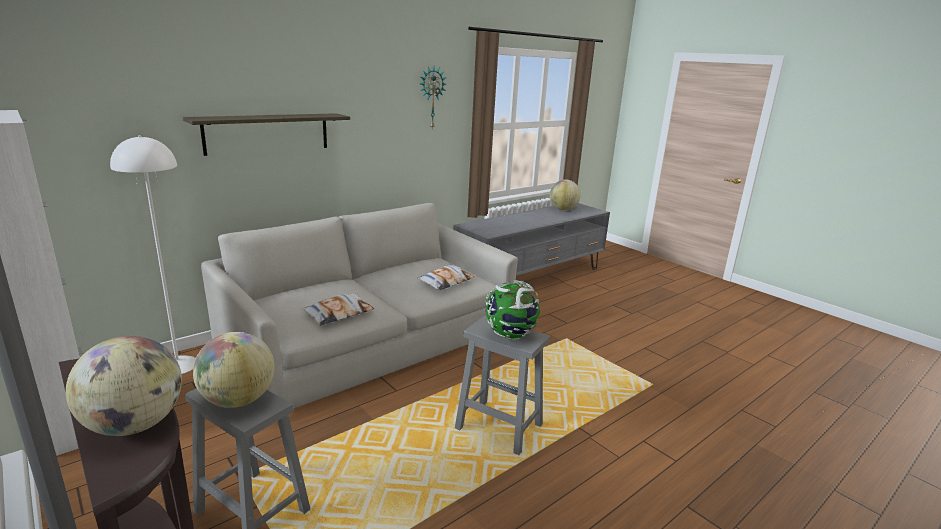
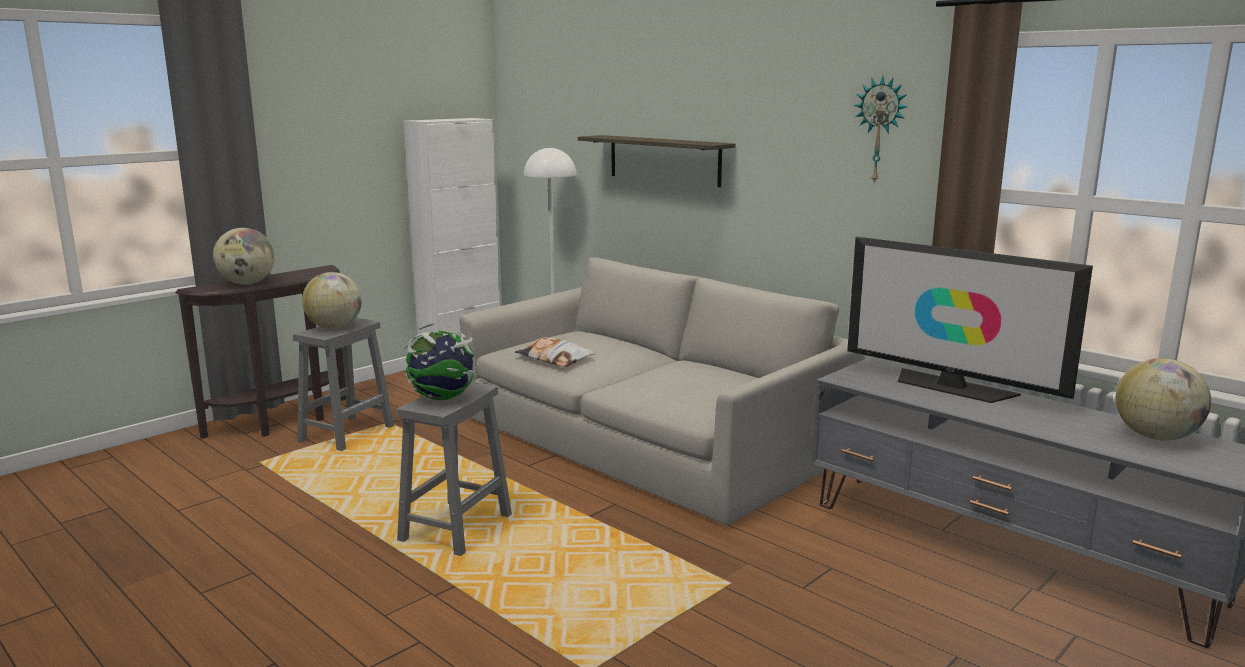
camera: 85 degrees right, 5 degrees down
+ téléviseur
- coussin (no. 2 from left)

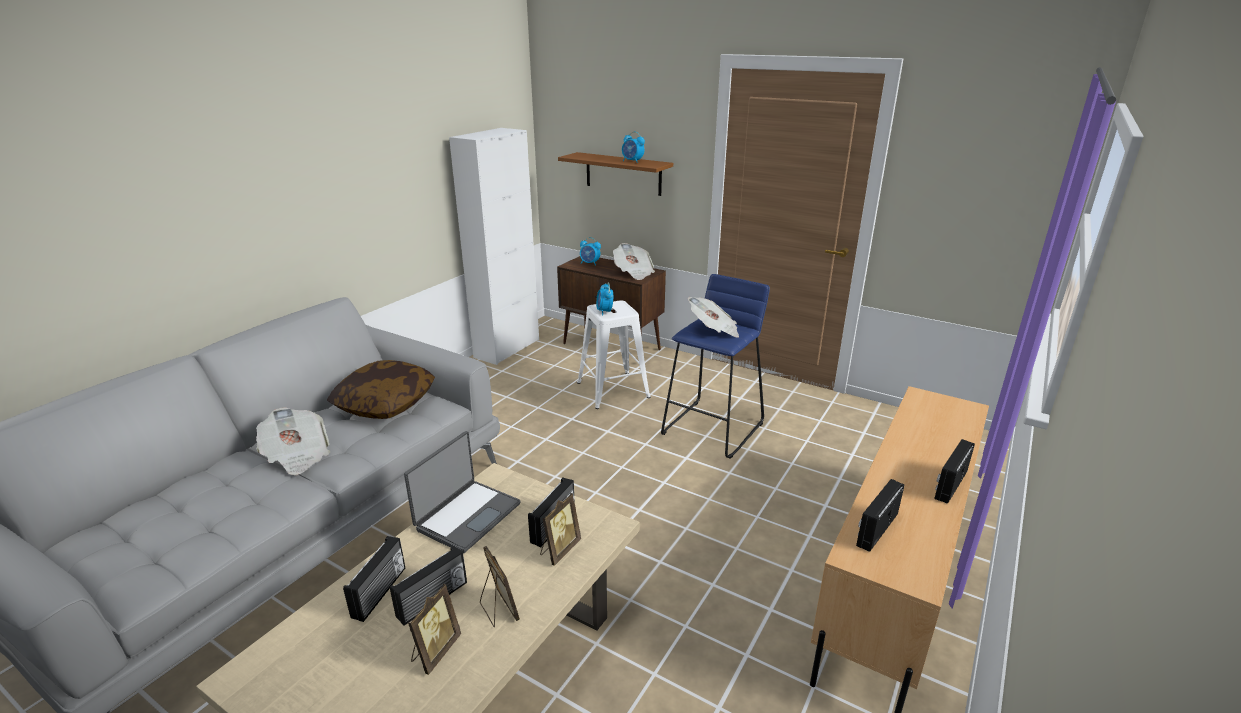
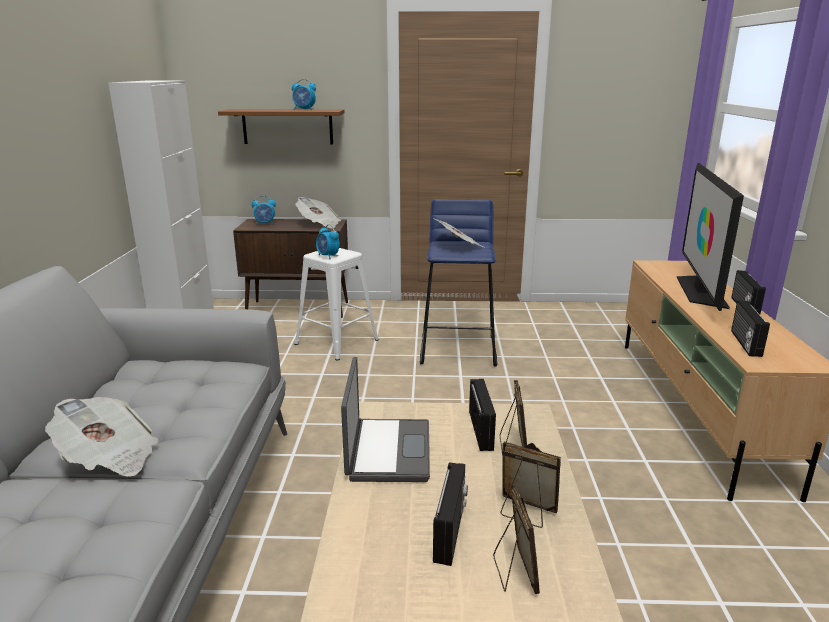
camera: 30 degrees left, 5 degrees down
+ téléviseur
- coussin
- radio (no. 1 from left)

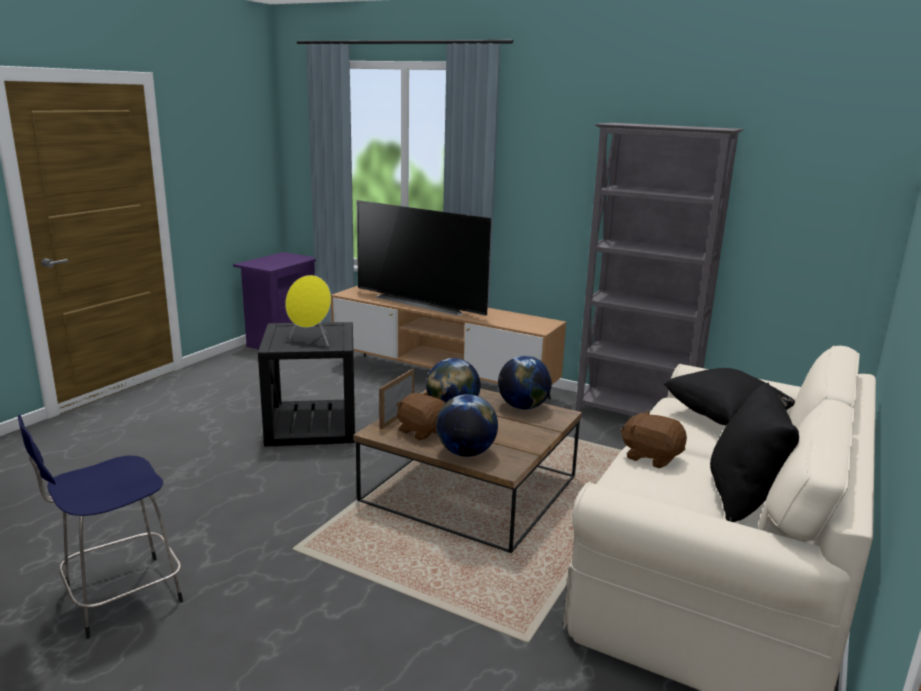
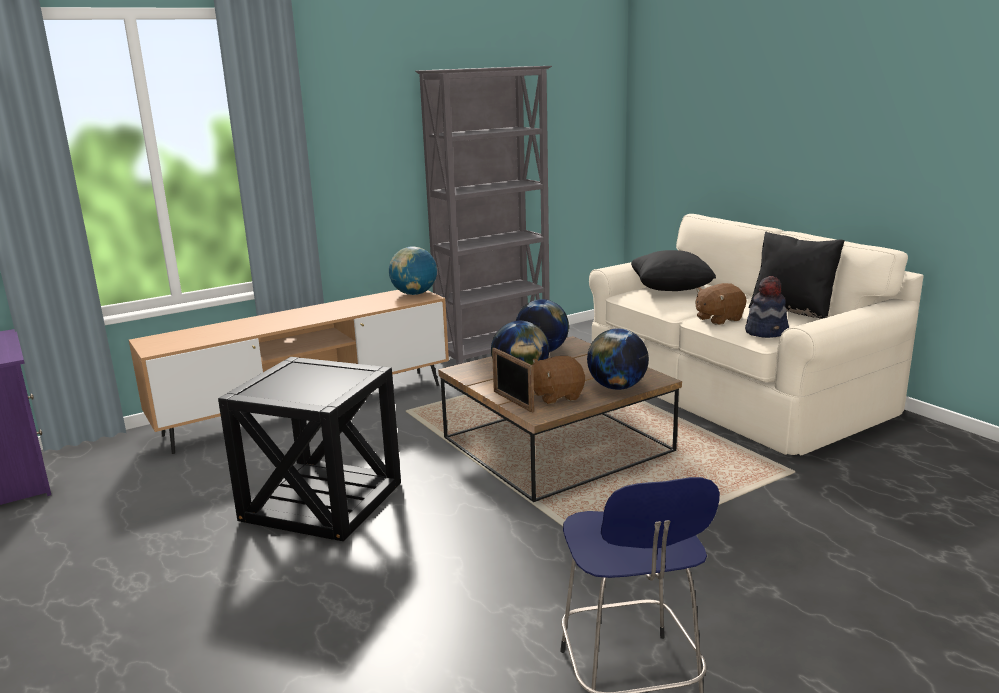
camera: 60 degrees left, 0 degrees up
+ globe (no. 1 from left)
+ chapeau
- enceinte [jaune]
- téléviseur

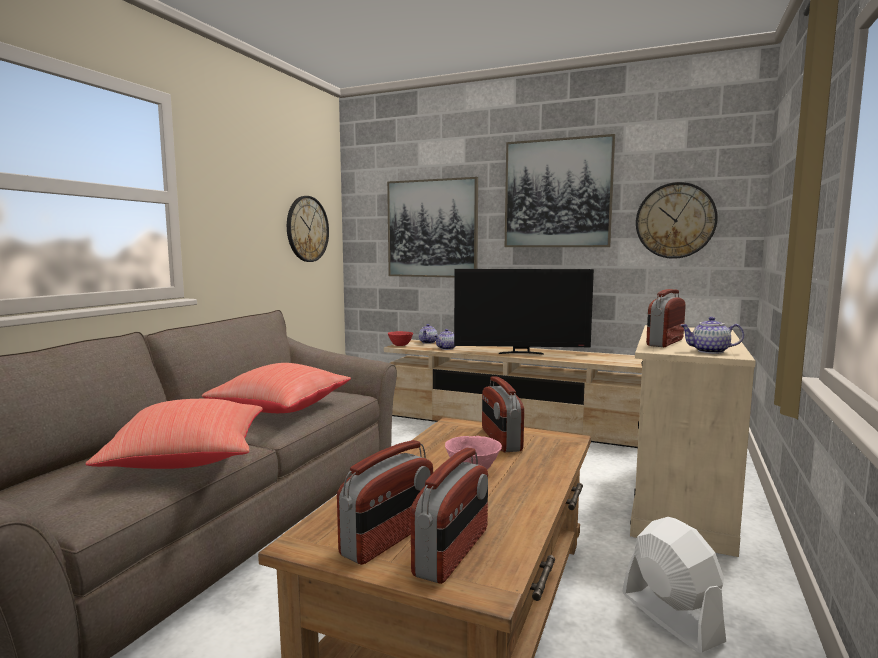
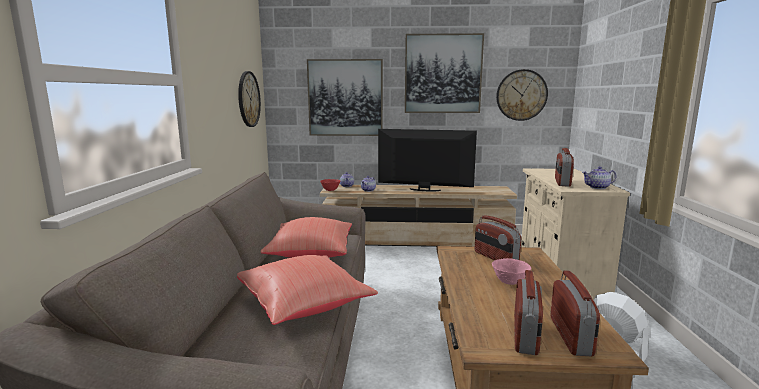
camera: 20 degrees left, 5 degrees up
~ téléviseur 150 degrees counterclockwise

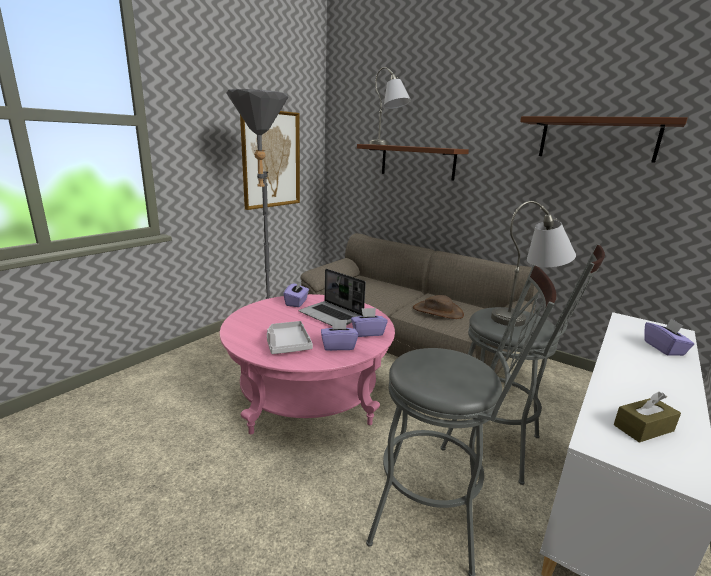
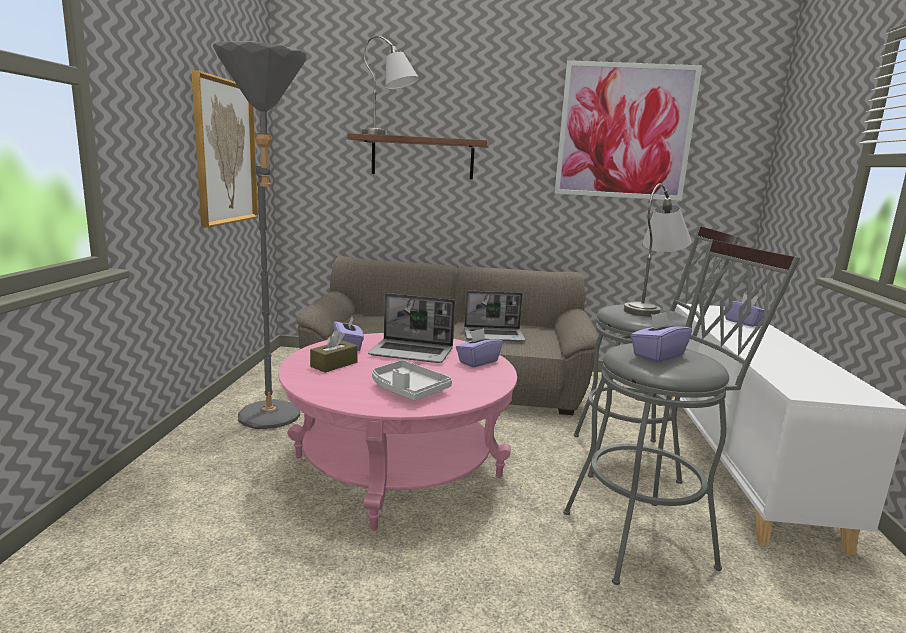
camera: 30 degrees left, 5 degrees down
~ boîte à mouchoirs [marron]
~ chapeau [marron] to ordinateur portable (no. 2 from left)
~ étagère [marron] (no. 2 from left) to tableau (no. 2 from left)
~ boîte à mouchoirs [violet] (no. 2 from left in the first image) to boîte à mouchoirs [violet] (no. 3 from left)

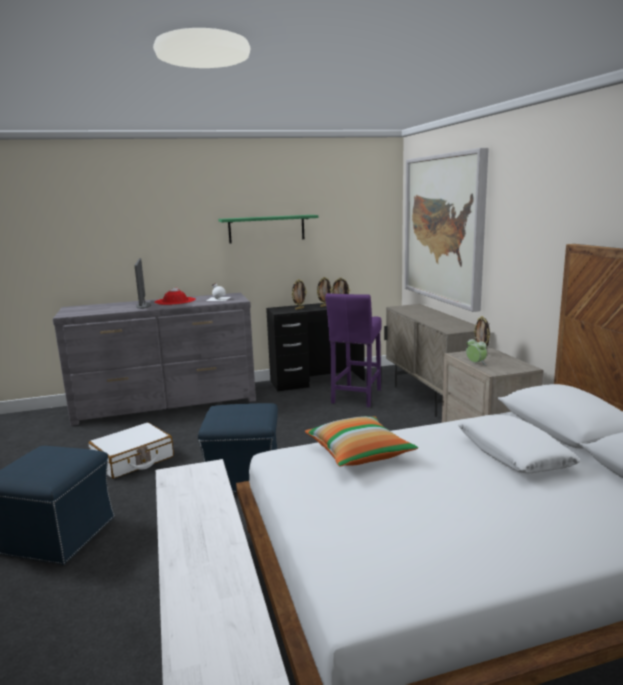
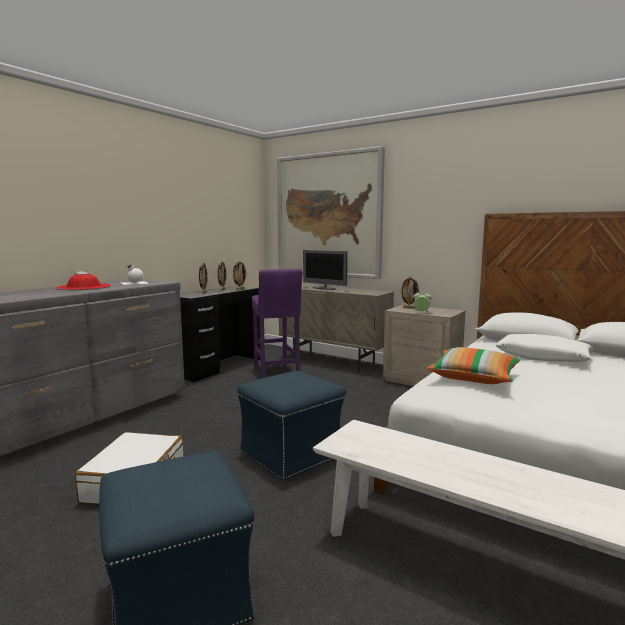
camera: 40 degrees left, 5 degrees down
~ écran d'ordinateur
- étagère [vert]

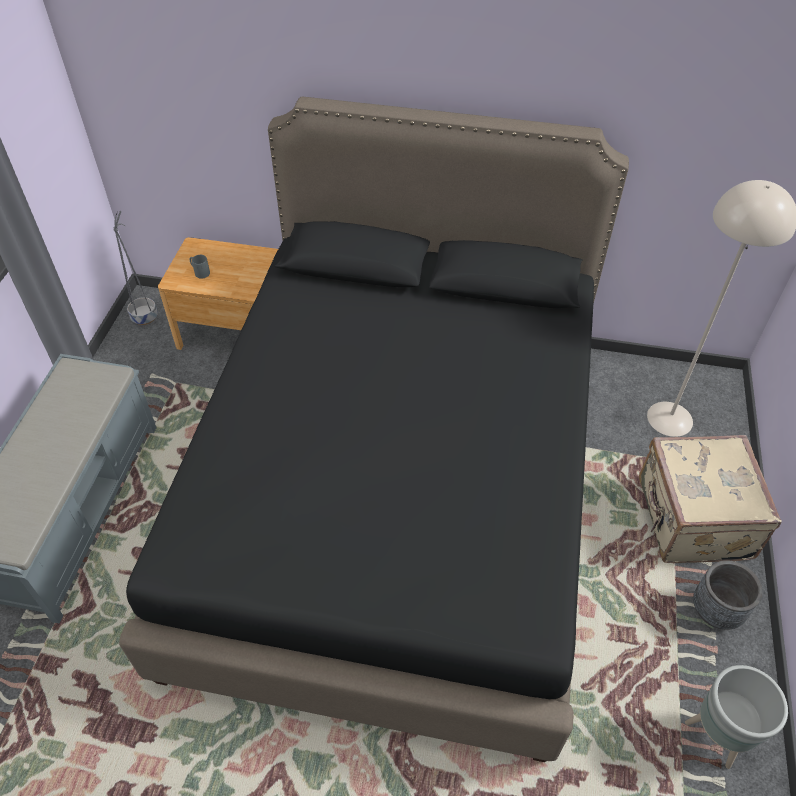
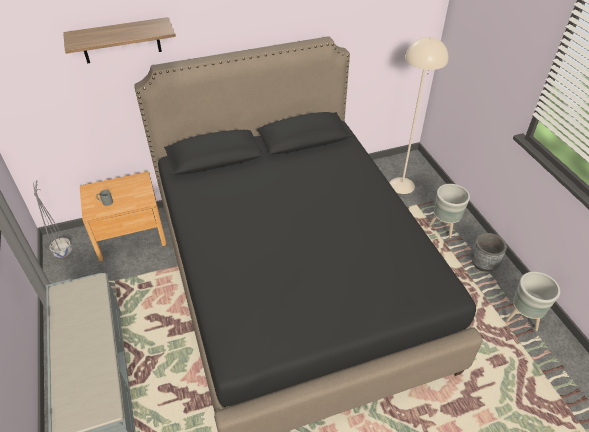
camera: 30 degrees left, 5 degrees down
+ étagère
~ valise [beige] to cache-pot [gris] (no. 2 from left)

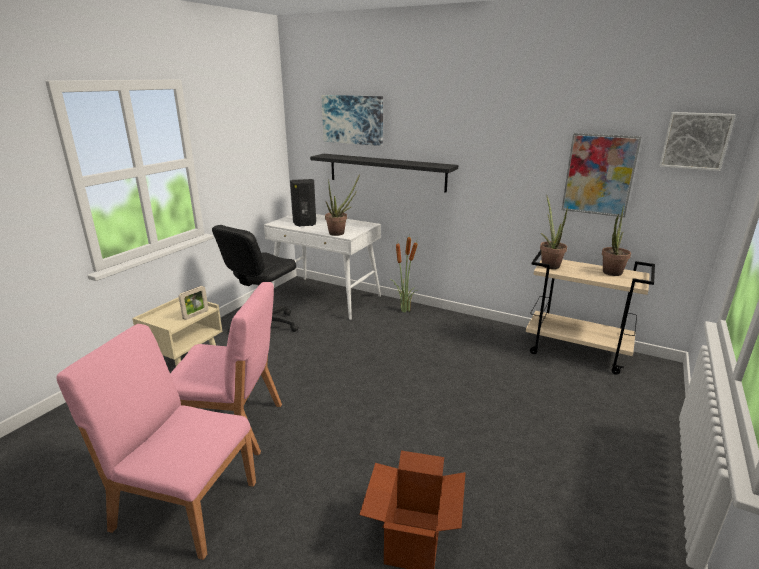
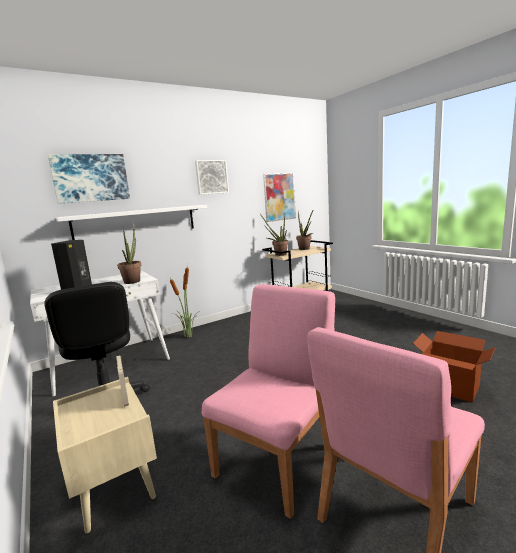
camera: 60 degrees left, 10 degrees down
~ étagère [noir] to étagère [blanc]
~ tableau (no. 3 from left in the first image) to tableau (no. 2 from left)

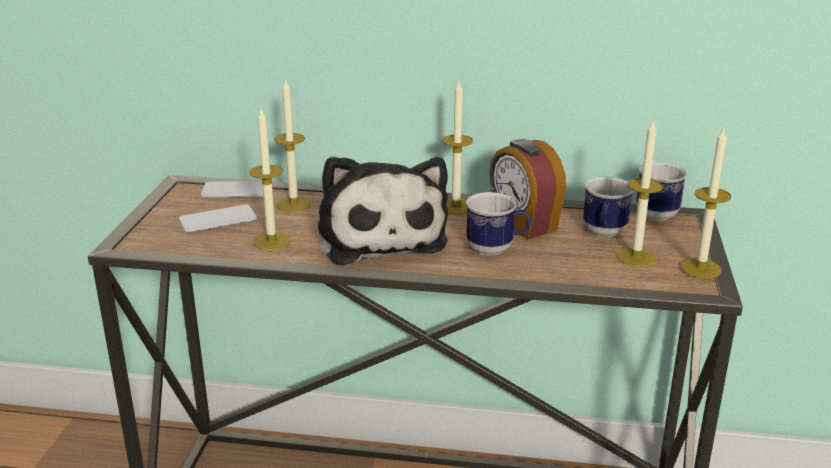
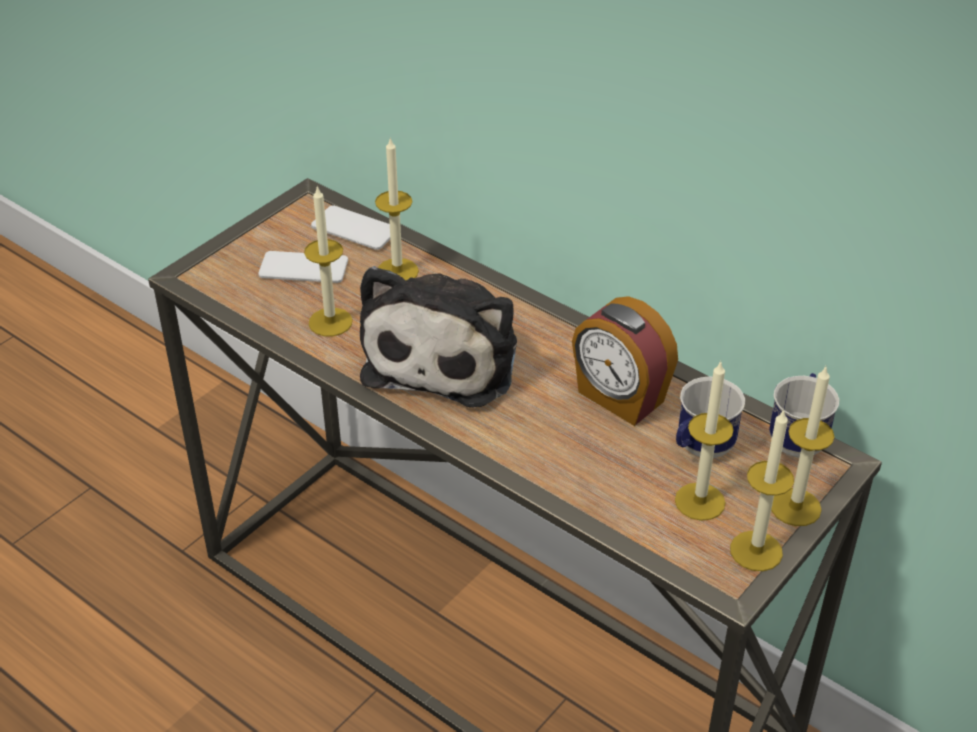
camera: 30 degrees right, 15 degrees up
~ réveil 45 degrees counterclockwise
~ bougie (no. 3 from left in the first image) to bougie (no. 5 from left)
- mug (no. 1 from left)

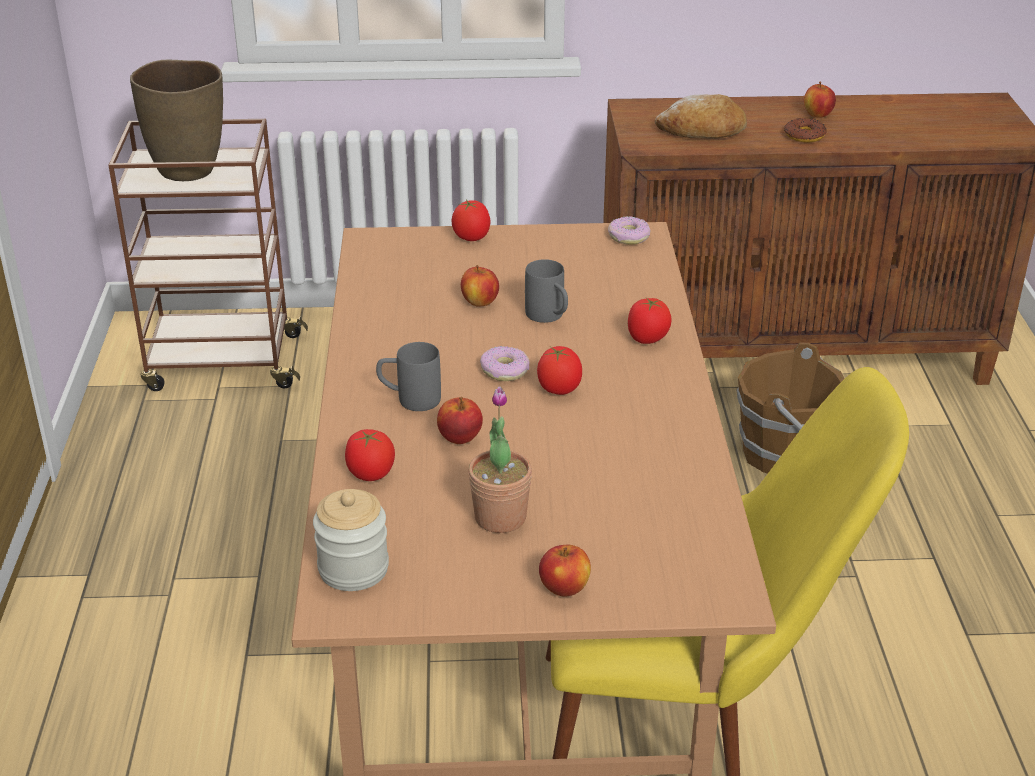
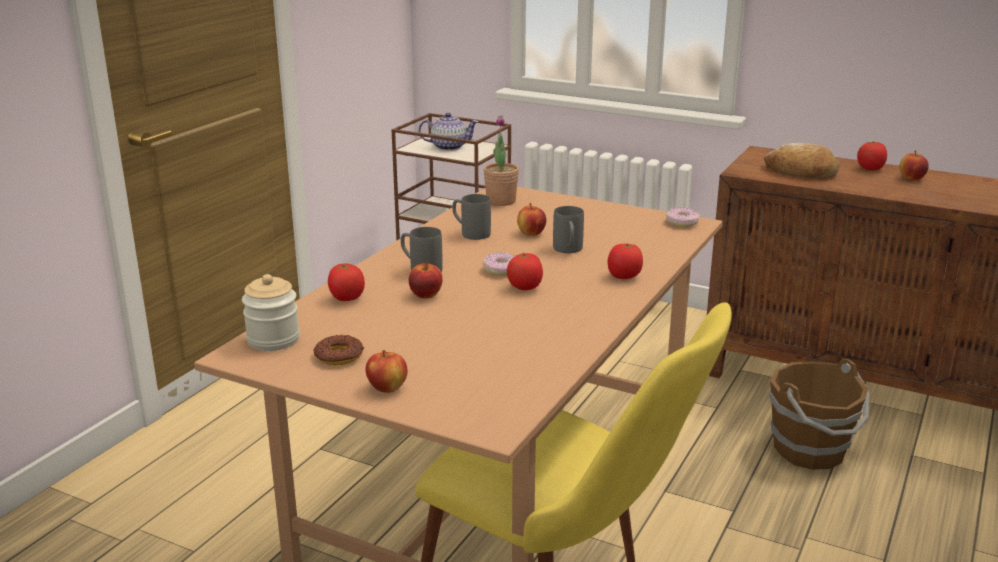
camera: 30 degrees right, 10 degrees down
~ beignet (no. 3 from left in the first image) to beignet (no. 1 from left)
~ vase [marron] to théière
+ mug [gris] (no. 2 from left)
~ plante en pot
~ tomate (no. 2 from left in the first image) to tomate (no. 4 from left)

